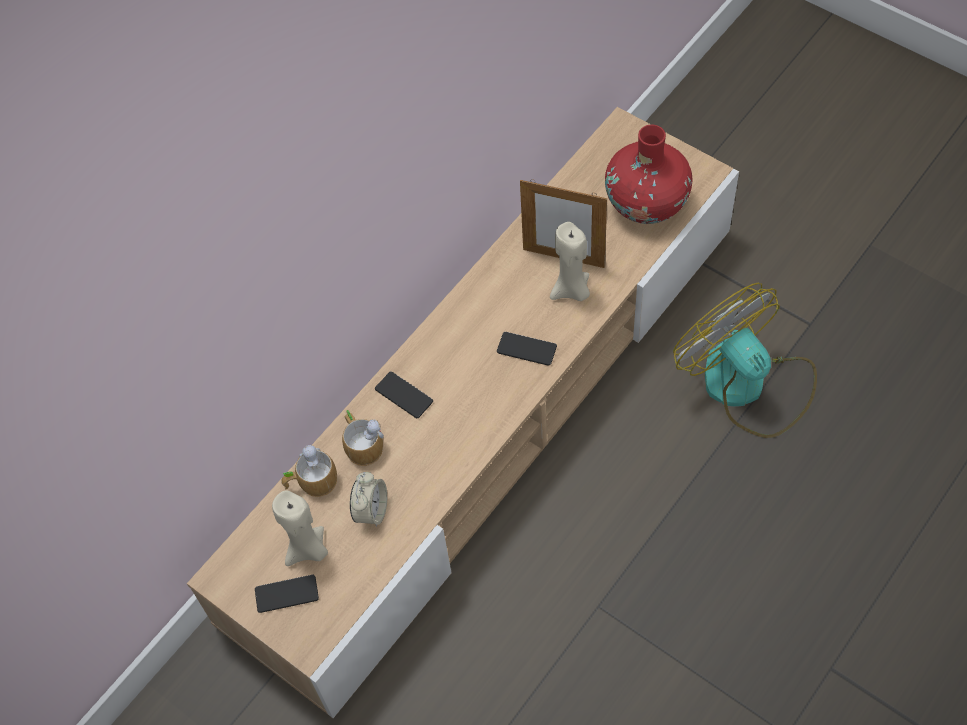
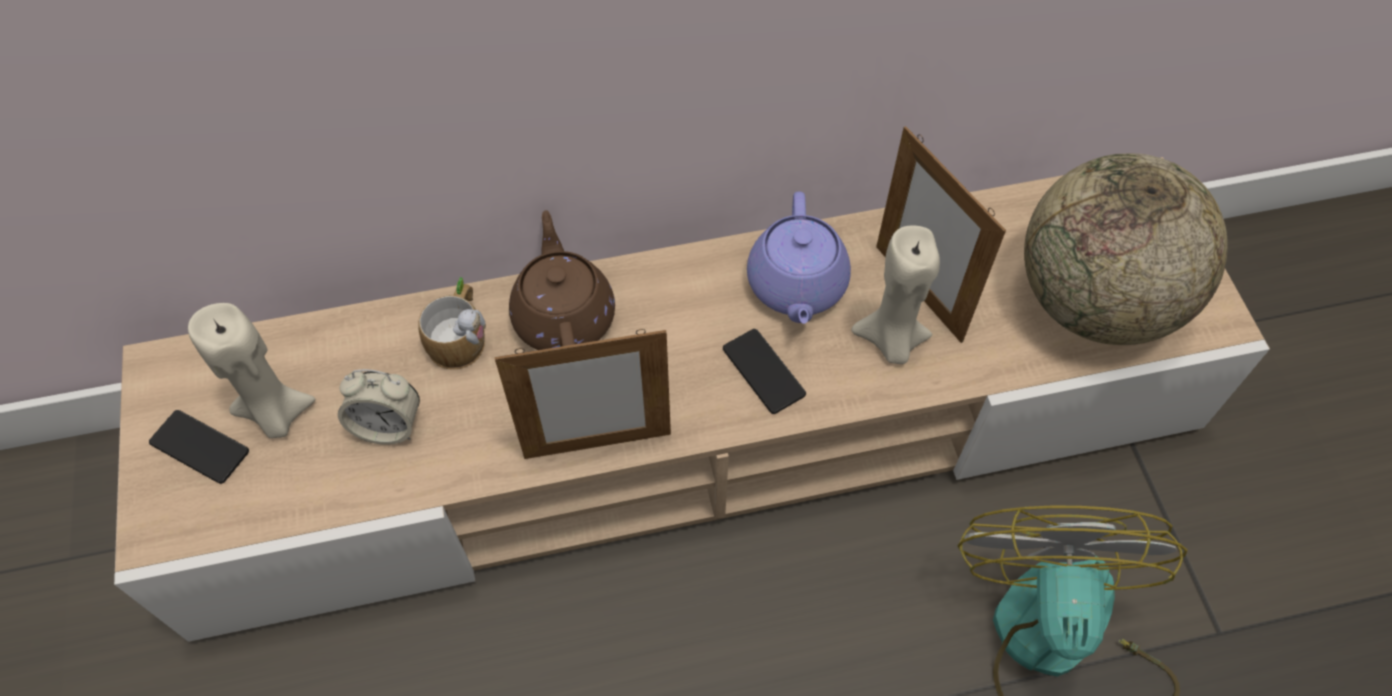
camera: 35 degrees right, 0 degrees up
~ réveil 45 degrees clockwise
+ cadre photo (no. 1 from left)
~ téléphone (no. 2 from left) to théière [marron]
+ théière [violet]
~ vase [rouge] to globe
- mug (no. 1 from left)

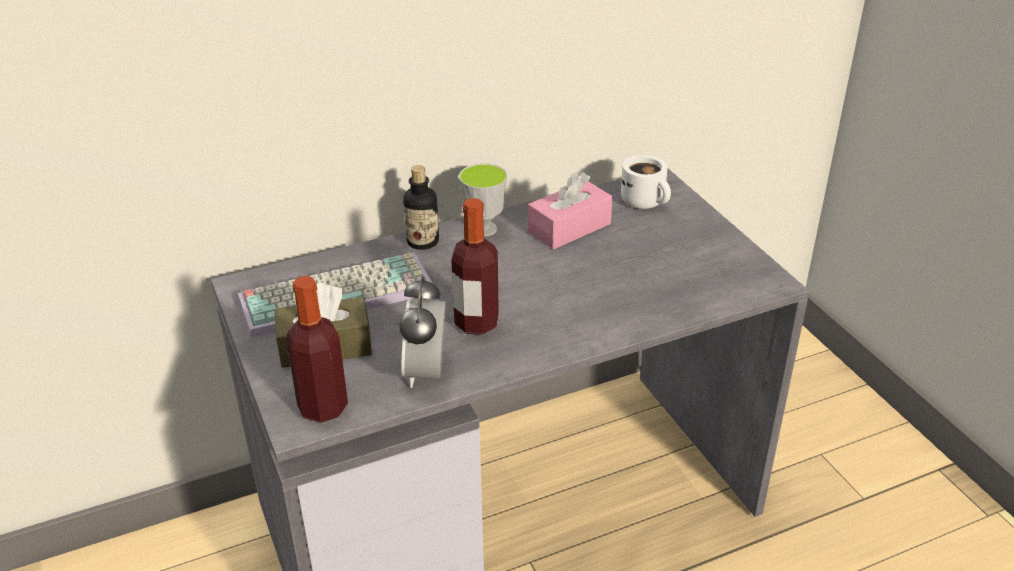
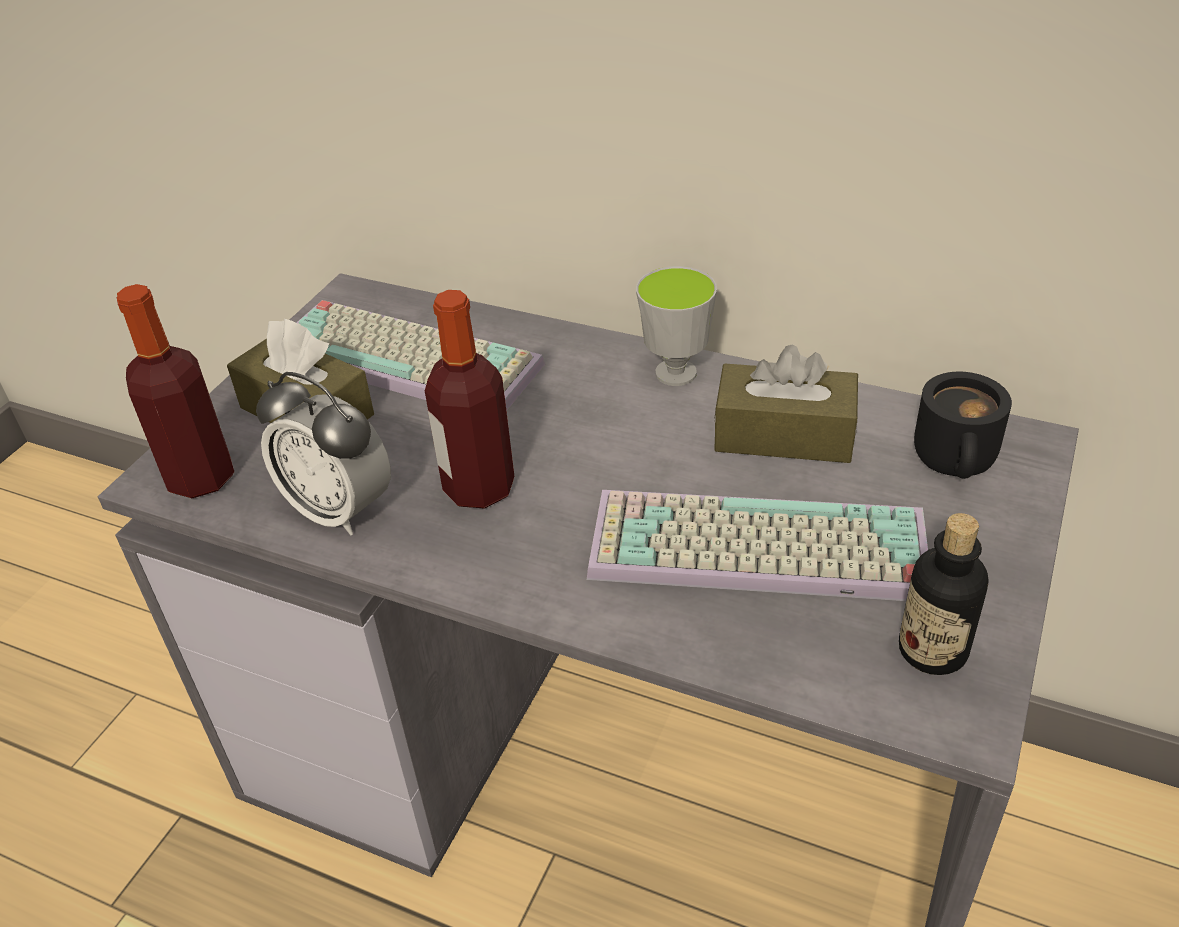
camera: 50 degrees right, 5 degrees up
~ réveil 105 degrees counterclockwise
+ clavier (no. 2 from left)
~ boîte à mouchoirs [rose] to boîte à mouchoirs [marron] (no. 2 from left)
~ bouteille (no. 2 from left in the first image) to bouteille (no. 3 from left)
~ mug [blanc] to mug [noir]

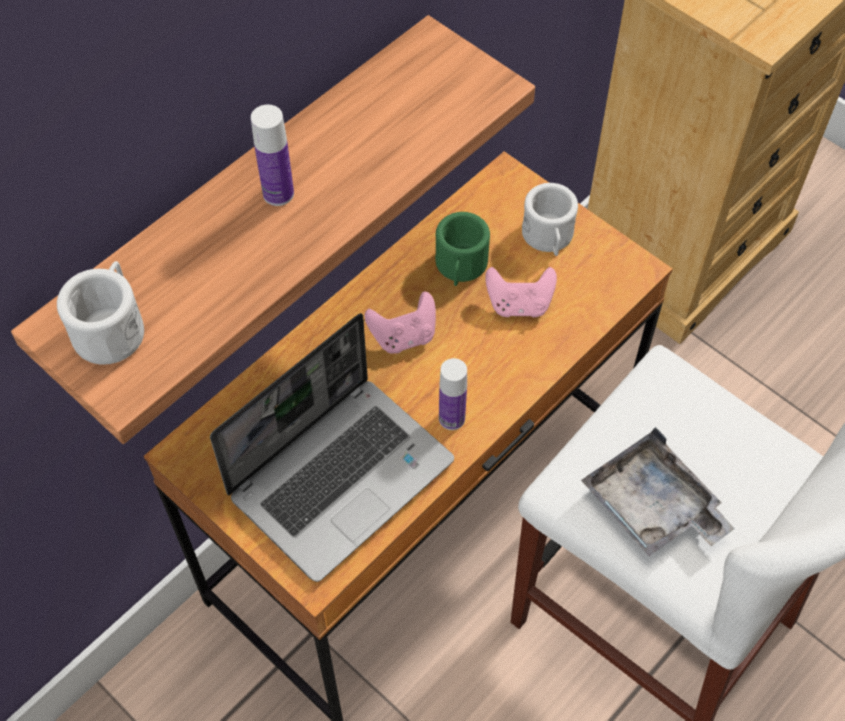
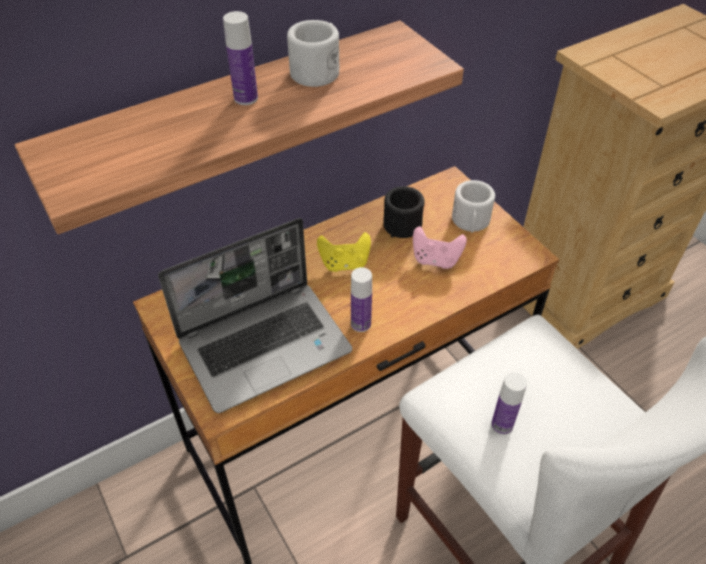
camera: 15 degrees right, 10 degrees down
~ mug [blanc] (no. 1 from left)
~ manette [rose] (no. 1 from left) to manette [jaune]
~ mug [vert] to mug [noir]
~ plateau [gris] to bouteille (no. 3 from left)

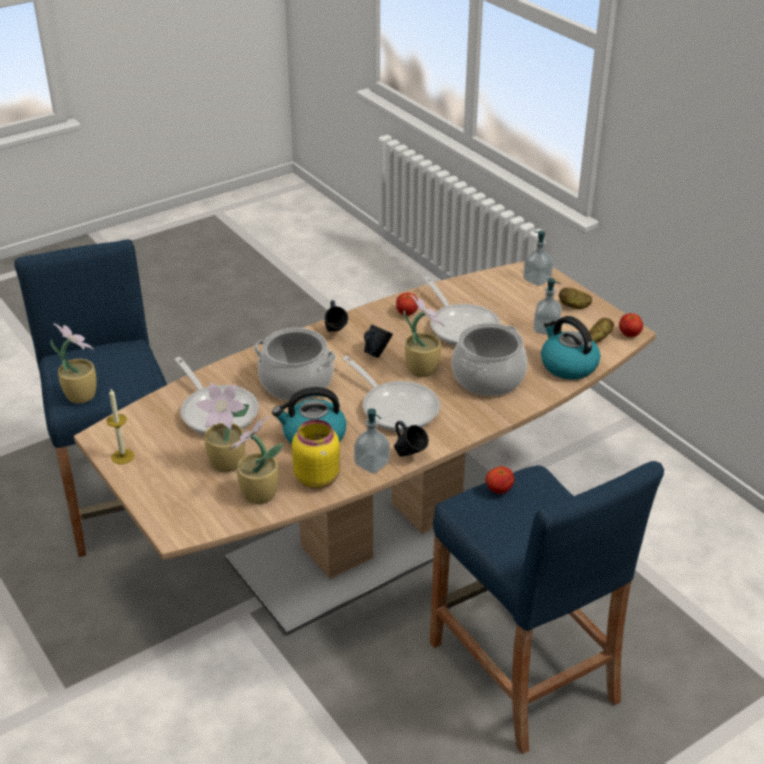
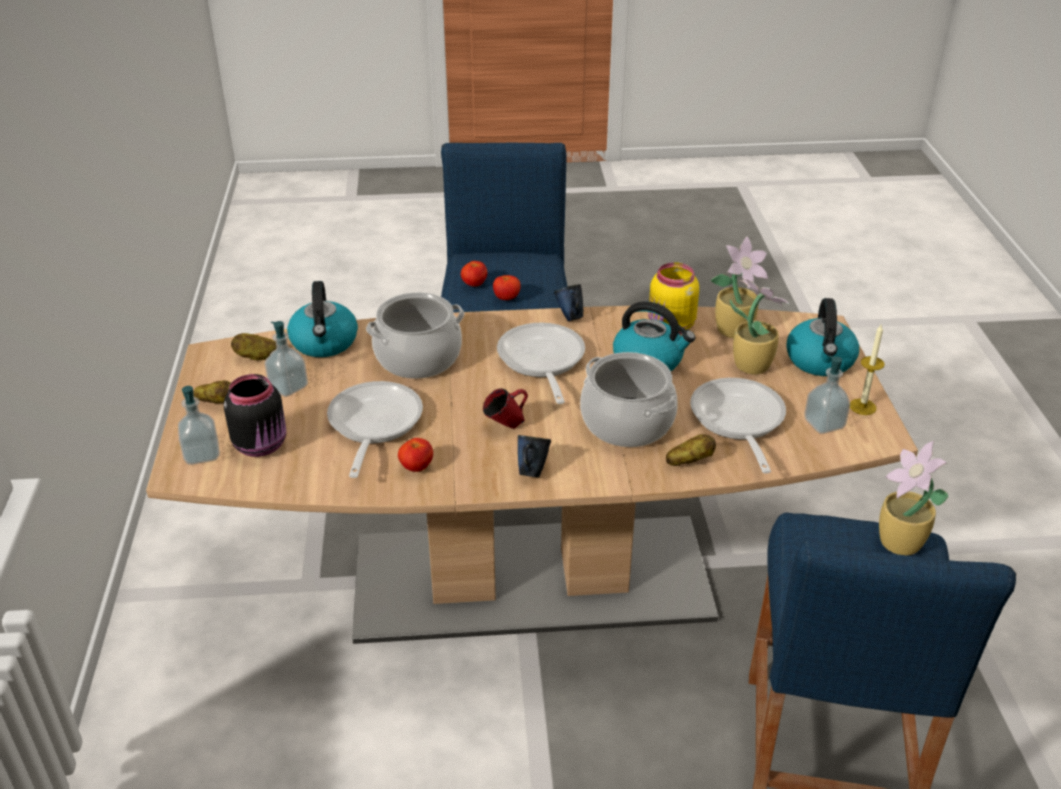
camera: 150 degrees left, 0 degrees up
+ bocal [noir]
~ tomate (no. 3 from left in the first image) to tomate (no. 2 from left)
~ mug [bleu] (no. 2 from left) to mug [rouge]
+ pomme de terre (no. 3 from left)
+ bouilloire (no. 3 from left)
~ distributeur de savon (no. 1 from left in the first image) to distributeur de savon (no. 3 from left)
- plante en pot (no. 4 from left)

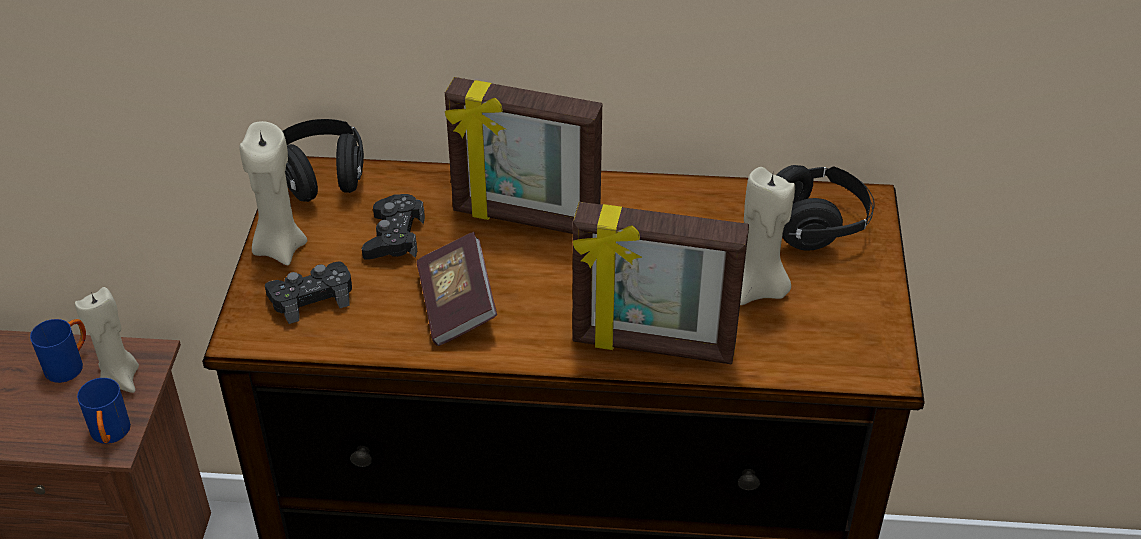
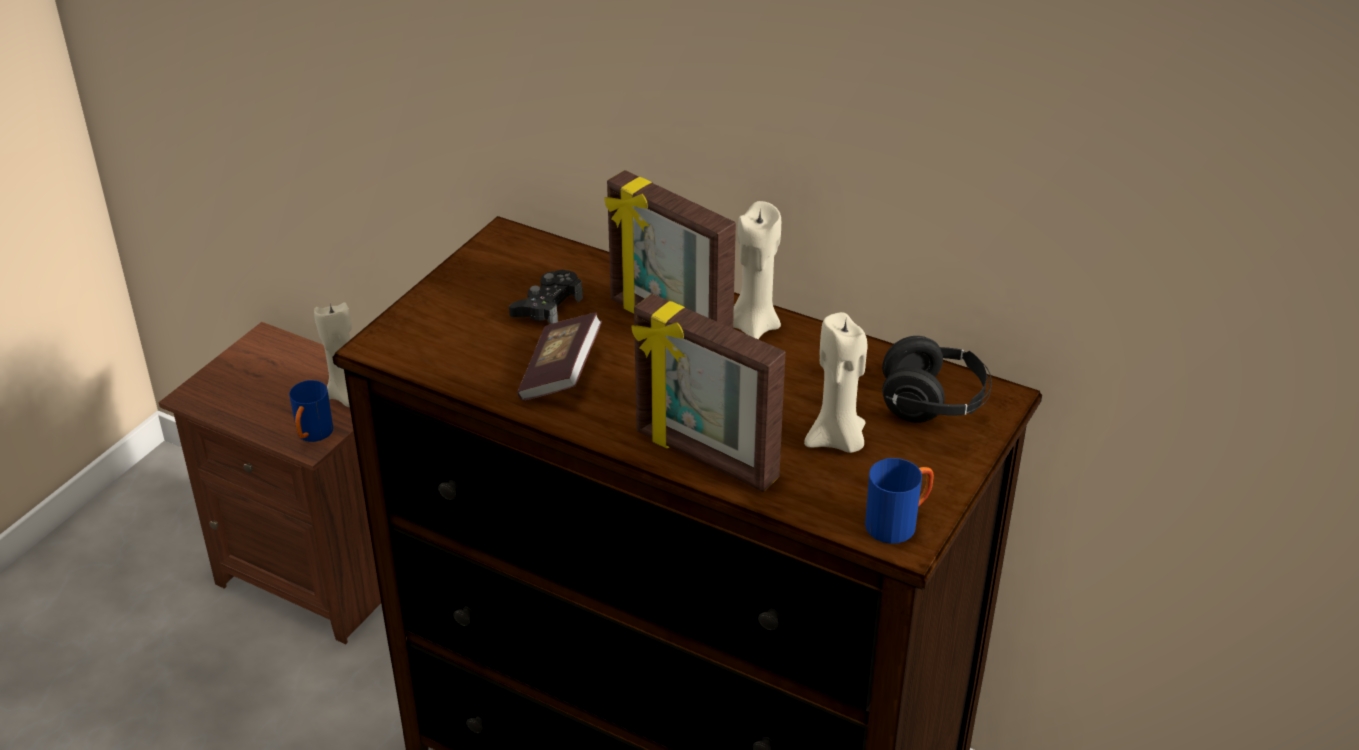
camera: 25 degrees right, 5 degrees down
~ bougie [beige] (no. 2 from left)
~ mug [bleu] (no. 1 from left in the first image) to mug [bleu] (no. 2 from left)
- manette [noir] (no. 1 from left)
- casque audio [noir] (no. 1 from left)

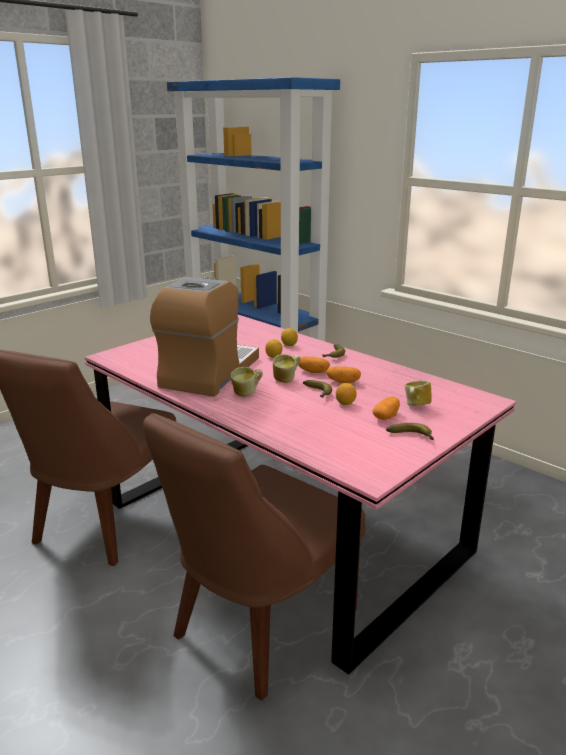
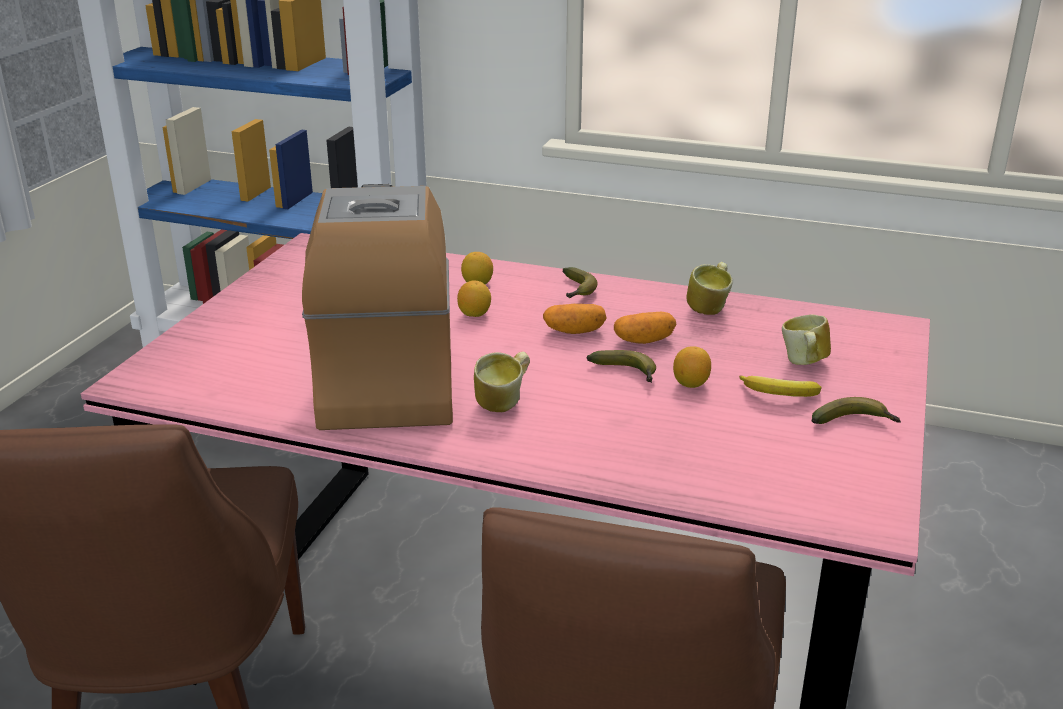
camera: 25 degrees left, 5 degrees up
~ mug (no. 2 from left)
~ pomme de terre (no. 3 from left) to banane (no. 3 from left)

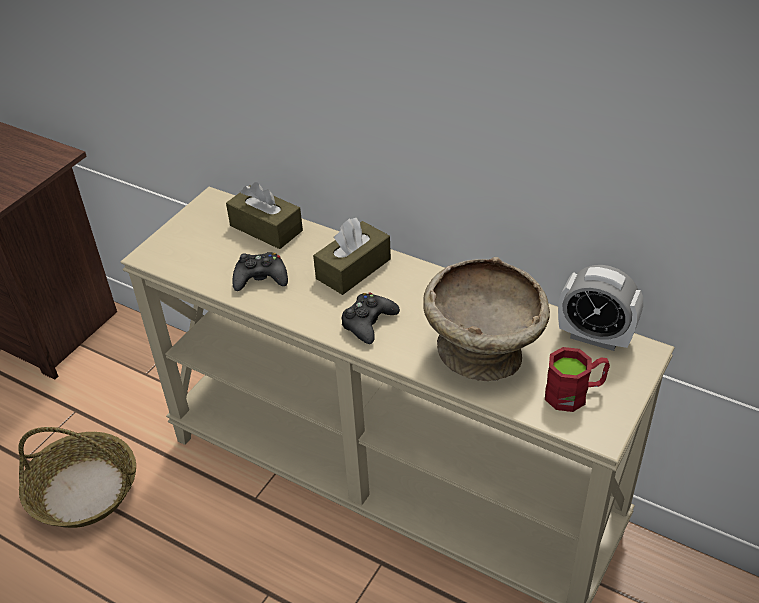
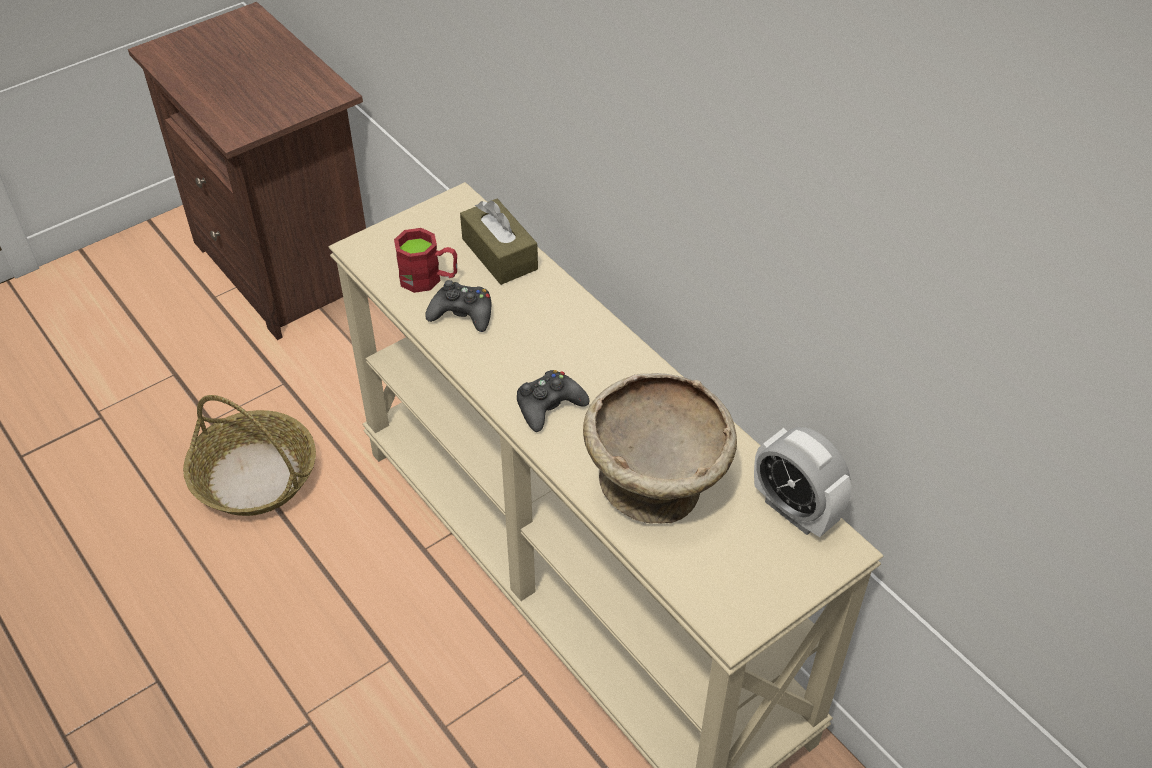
camera: 20 degrees right, 5 degrees up
~ mug [rouge]
- boîte à mouchoirs [marron] (no. 2 from left)

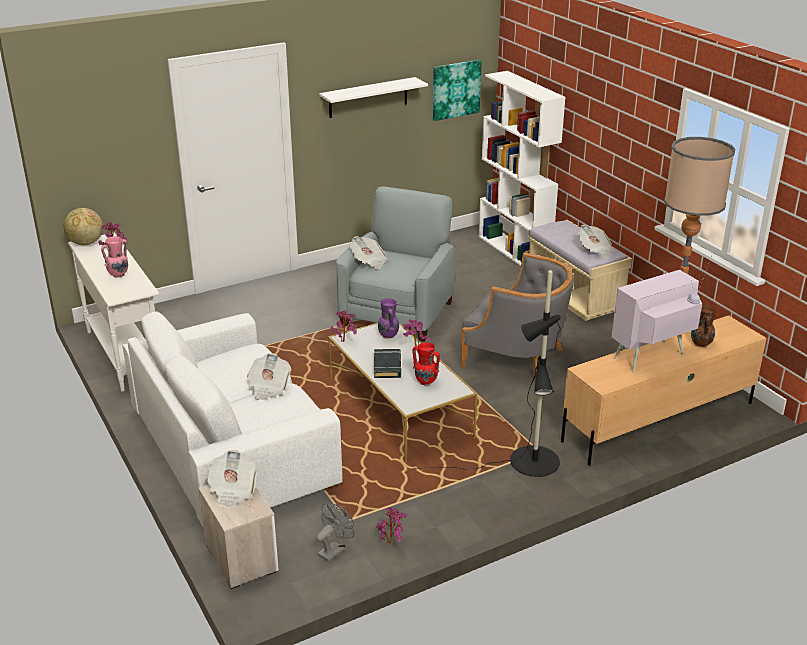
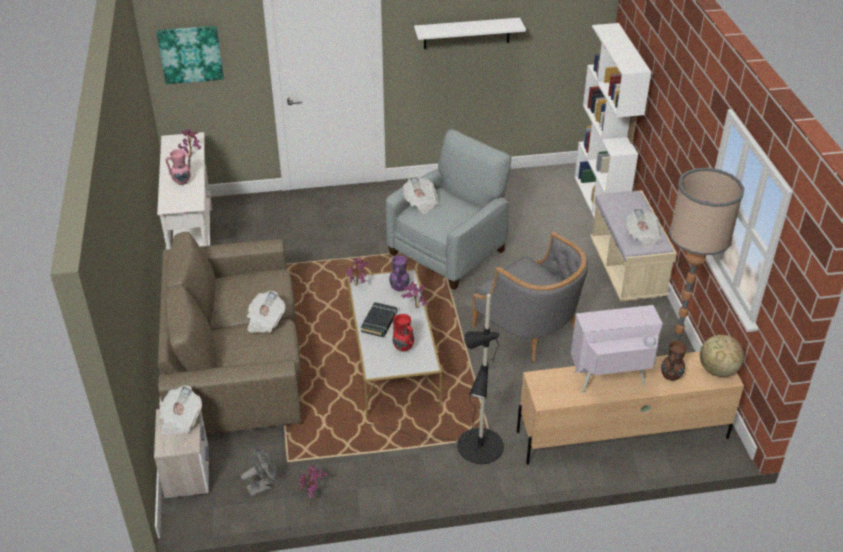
camera: 20 degrees right, 10 degrees up
~ tableau
~ canapé [blanc] to canapé [marron]
~ globe

